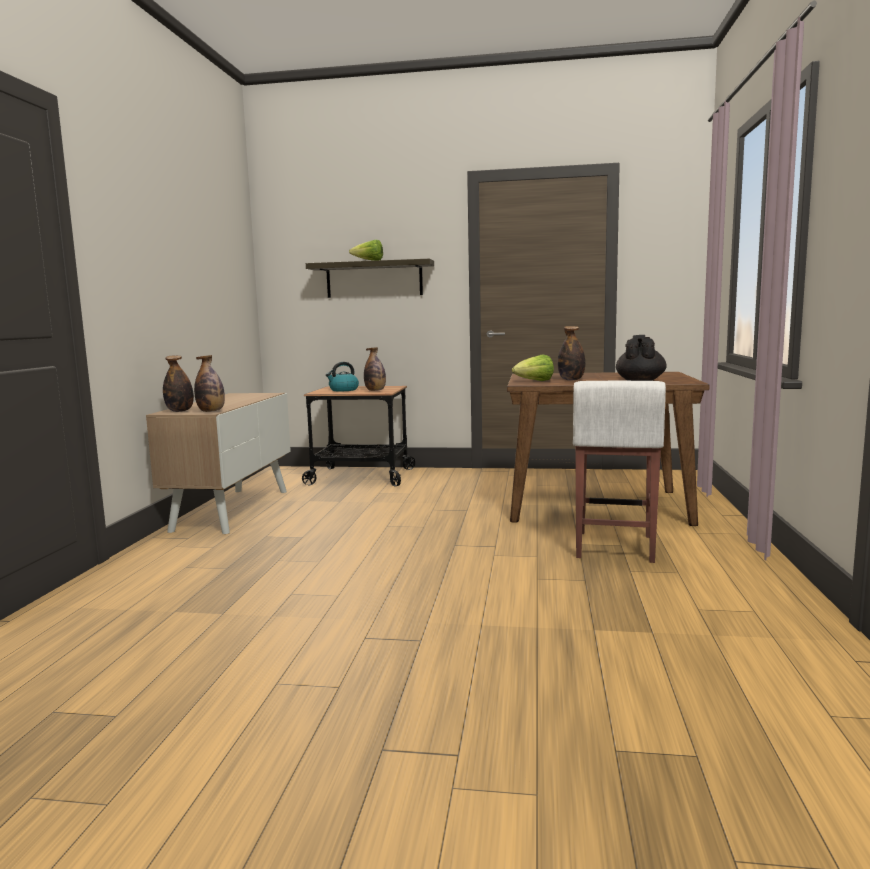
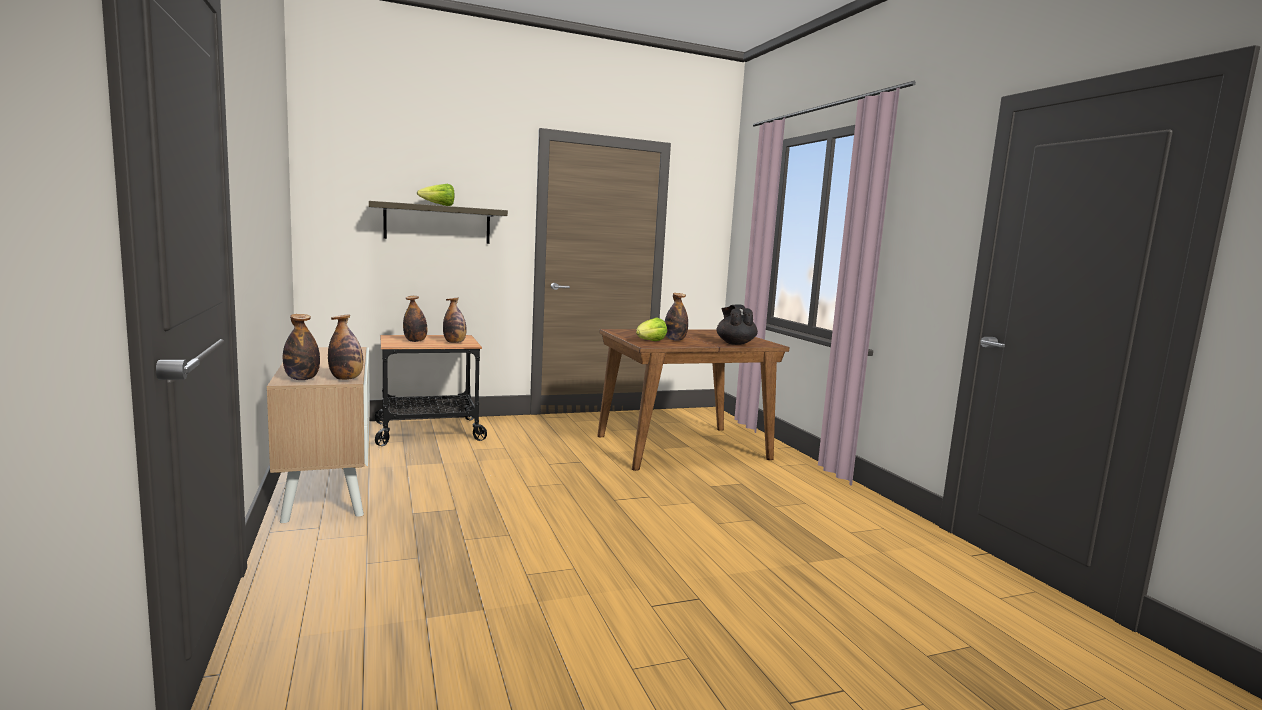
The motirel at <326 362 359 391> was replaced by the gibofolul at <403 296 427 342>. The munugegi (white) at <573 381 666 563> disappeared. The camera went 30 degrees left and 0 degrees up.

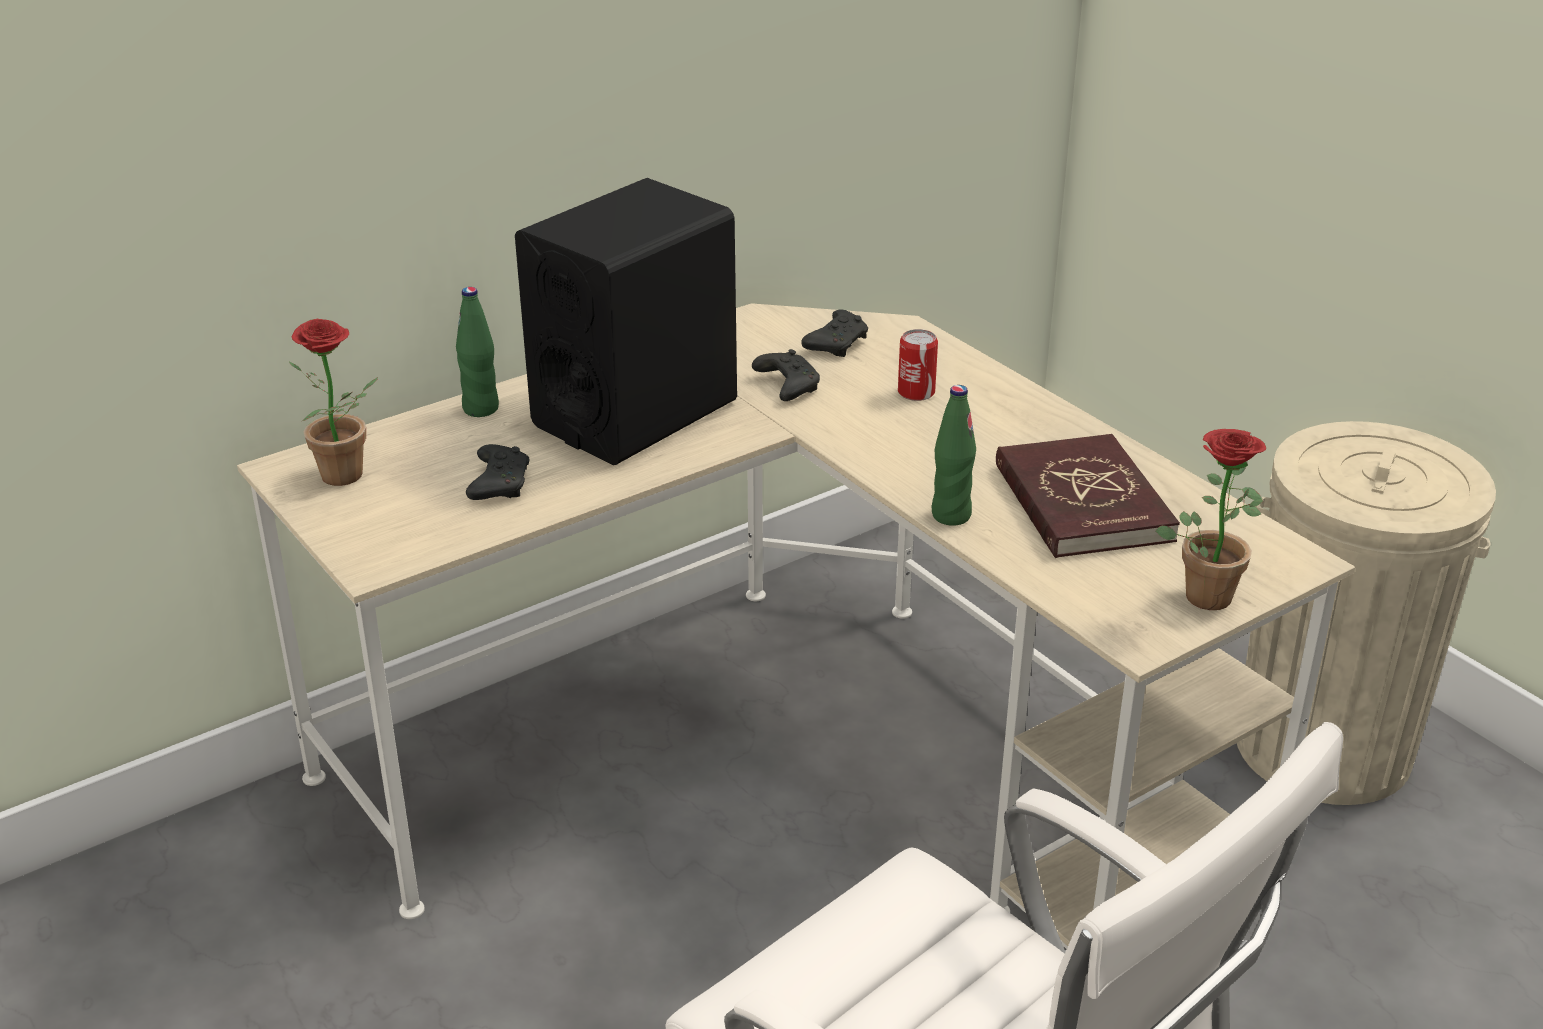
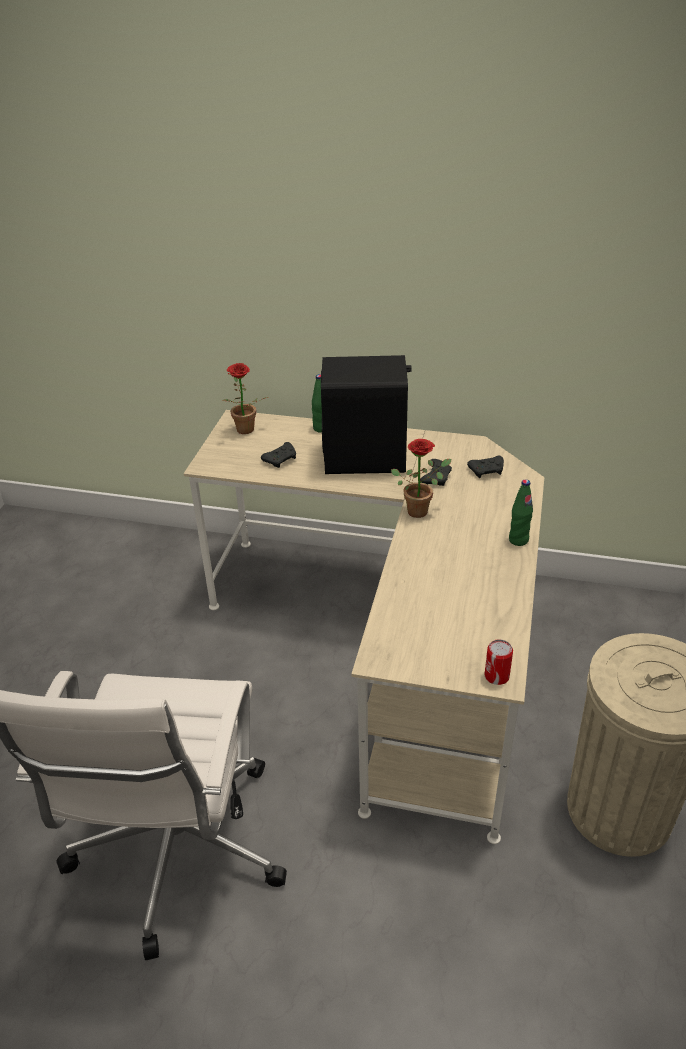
The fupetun moved from <898 329 938 401> to <484 639 513 685>. The gibofolul (green) moved from <931 385 976 526> to <509 479 533 546>. The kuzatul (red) at <996 434 1180 558> disappeared. The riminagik moved from <1156 429 1266 610> to <391 439 452 518>. The camera went 50 degrees right and 5 degrees up.

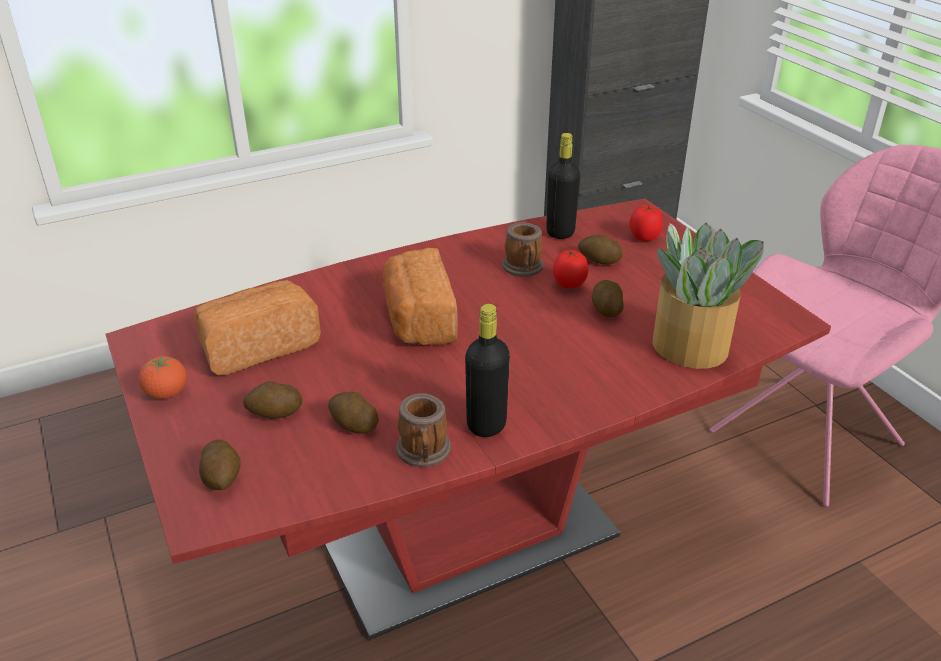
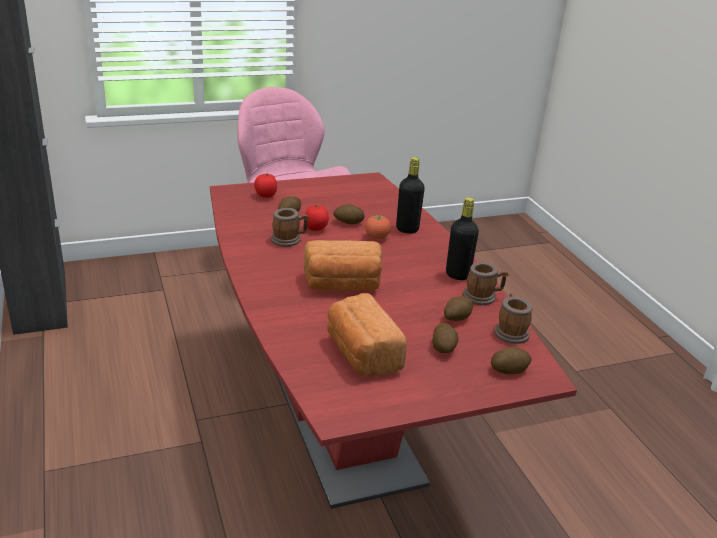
The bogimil moved from <139 355 187 399> to <365 215 391 239>. The gibofolul (black) moved from <546 133 580 239> to <396 157 425 234>. The riminagik at <653 223 764 369> disappeared. The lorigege at <494 293 532 344> appeared. The camera went 85 degrees left and 5 degrees down.

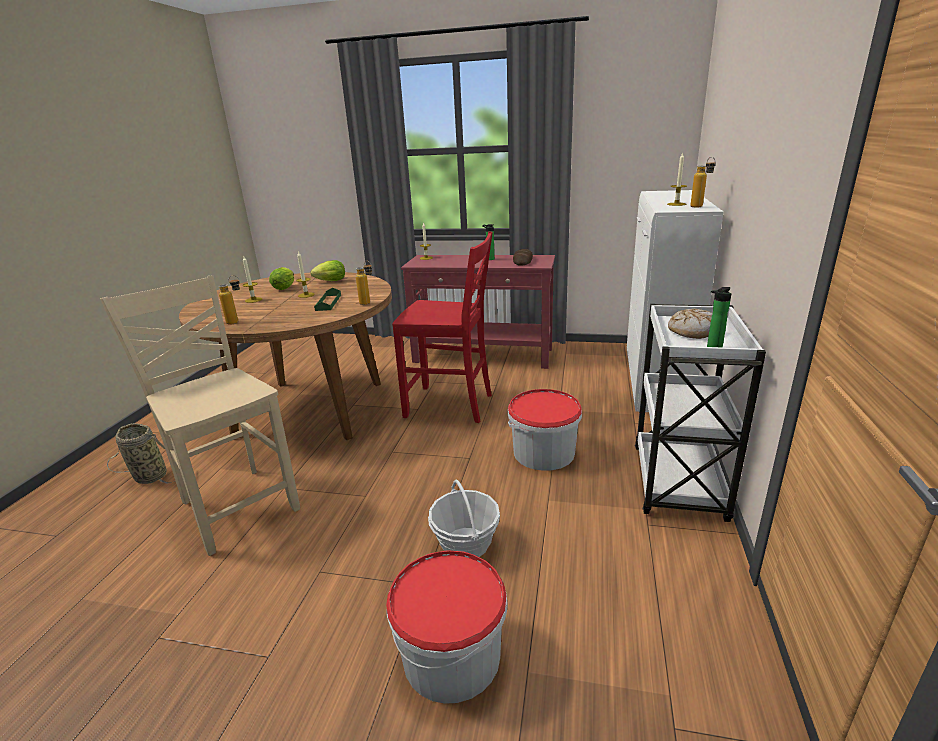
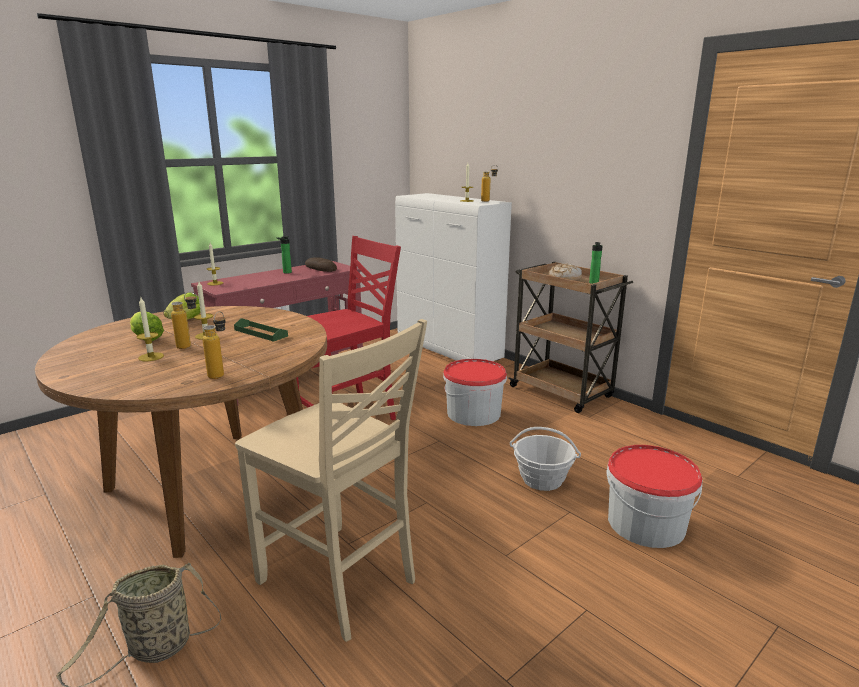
The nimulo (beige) at <100 275 300 556> turned 135 degrees counterclockwise. The gibofolul moved from <356 261 372 305> to <171 292 197 349>. The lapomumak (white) at <635 304 766 522> became the lapomumak (brown) at <508 262 633 413>. The camera went 55 degrees left and 5 degrees down.

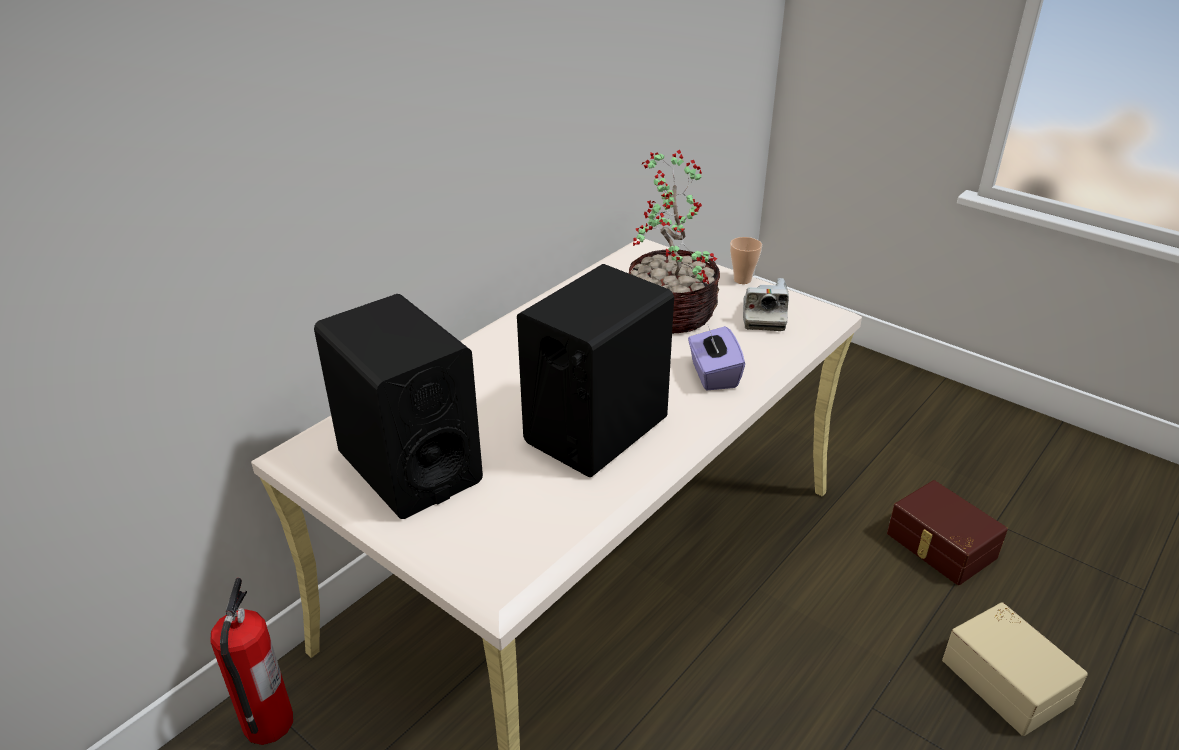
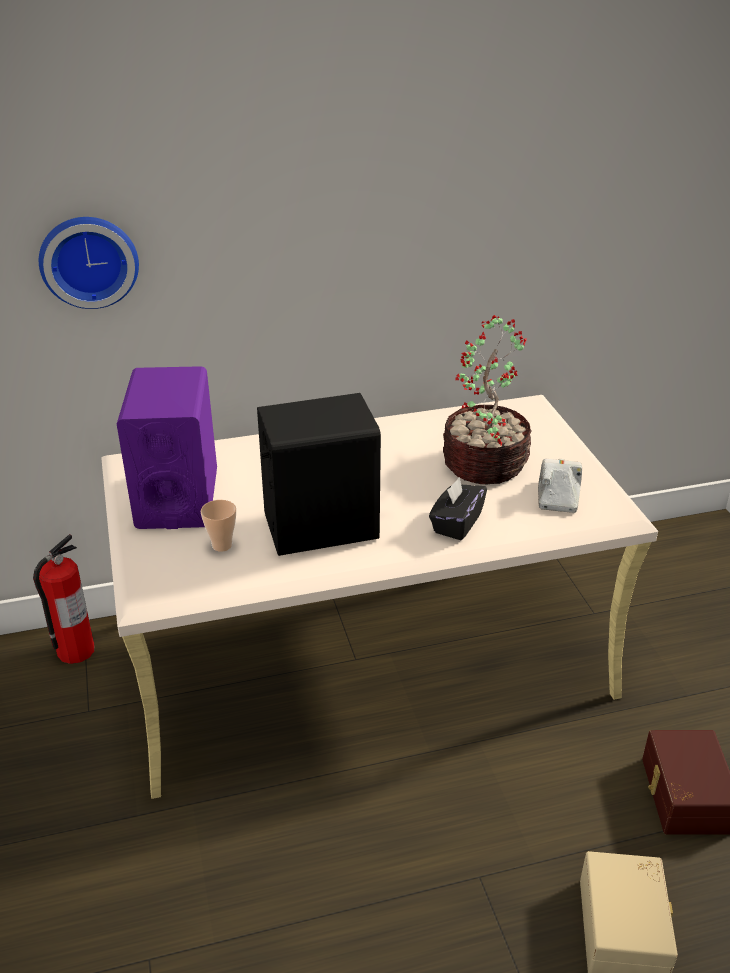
The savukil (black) at <314 294 483 519> became the savukil (purple) at <117 366 217 529>. The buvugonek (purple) at <688 326 745 390> became the buvugonek (black) at <429 477 487 540>. The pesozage moved from <730 237 762 284> to <201 500 236 552>. The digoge at <743 278 789 331> turned 150 degrees clockwise. The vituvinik at <39 217 139 309> appeared. The camera went 35 degrees right and 0 degrees up.

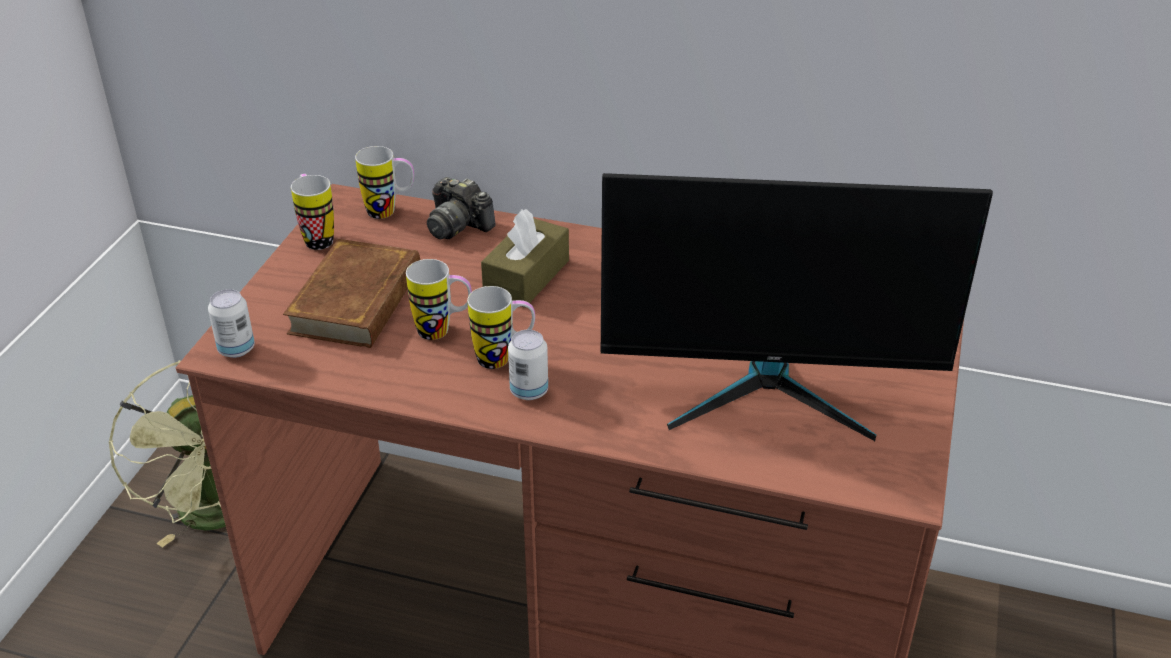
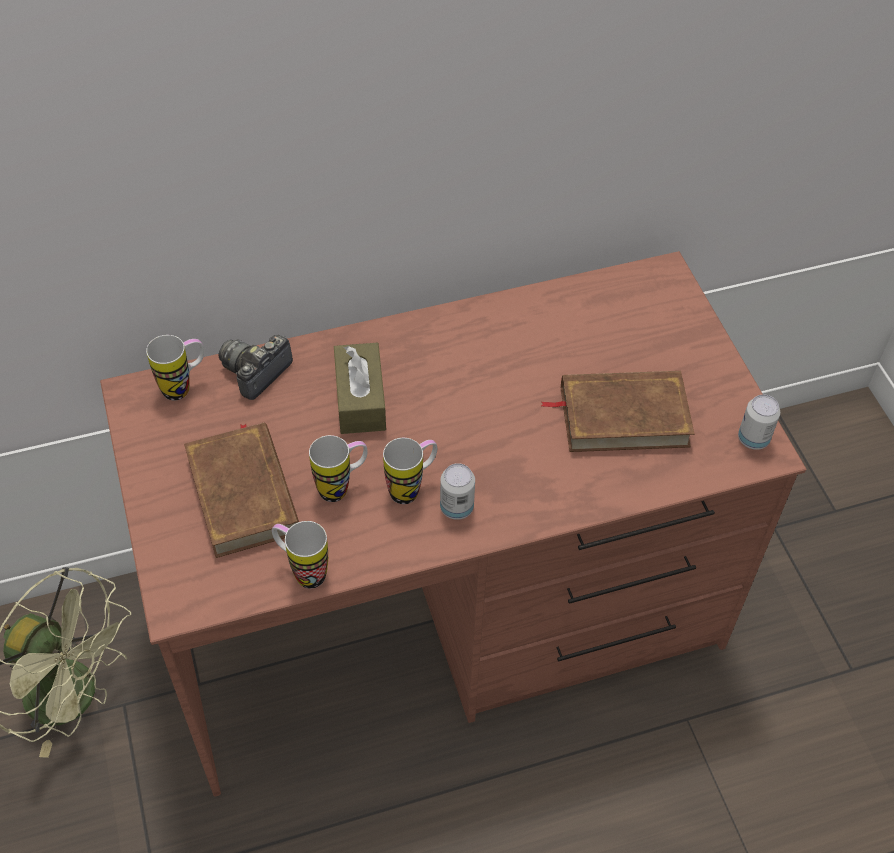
The fupetun moved from <208 289 255 358> to <738 395 780 450>. The lorigege moved from <291 174 334 250> to <272 521 328 588>. The digoge at <427 177 496 240> turned 120 degrees clockwise. The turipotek at <601 173 993 441> was replaced by the kuzatul (brown) at <541 371 694 452>. The camera went 35 degrees left and 15 degrees up.

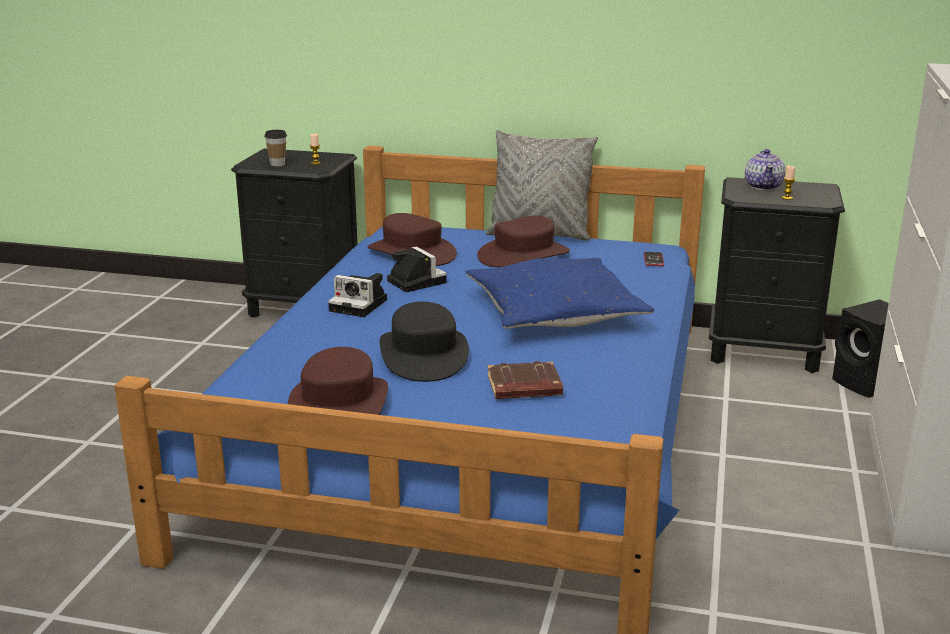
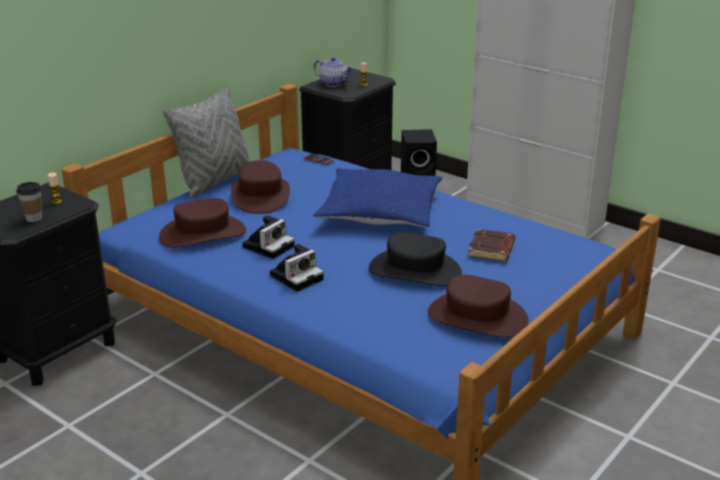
The digoge at <387 246 447 292> turned 135 degrees clockwise. The camera went 65 degrees left and 5 degrees up.

